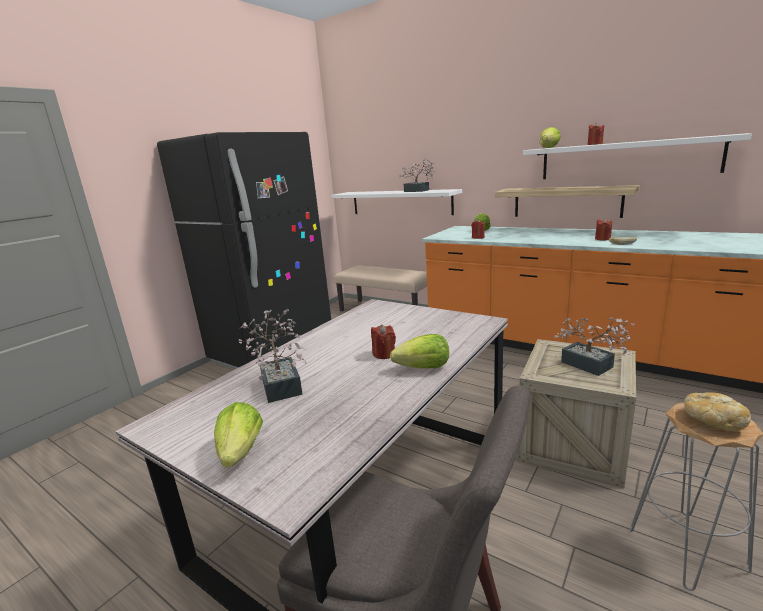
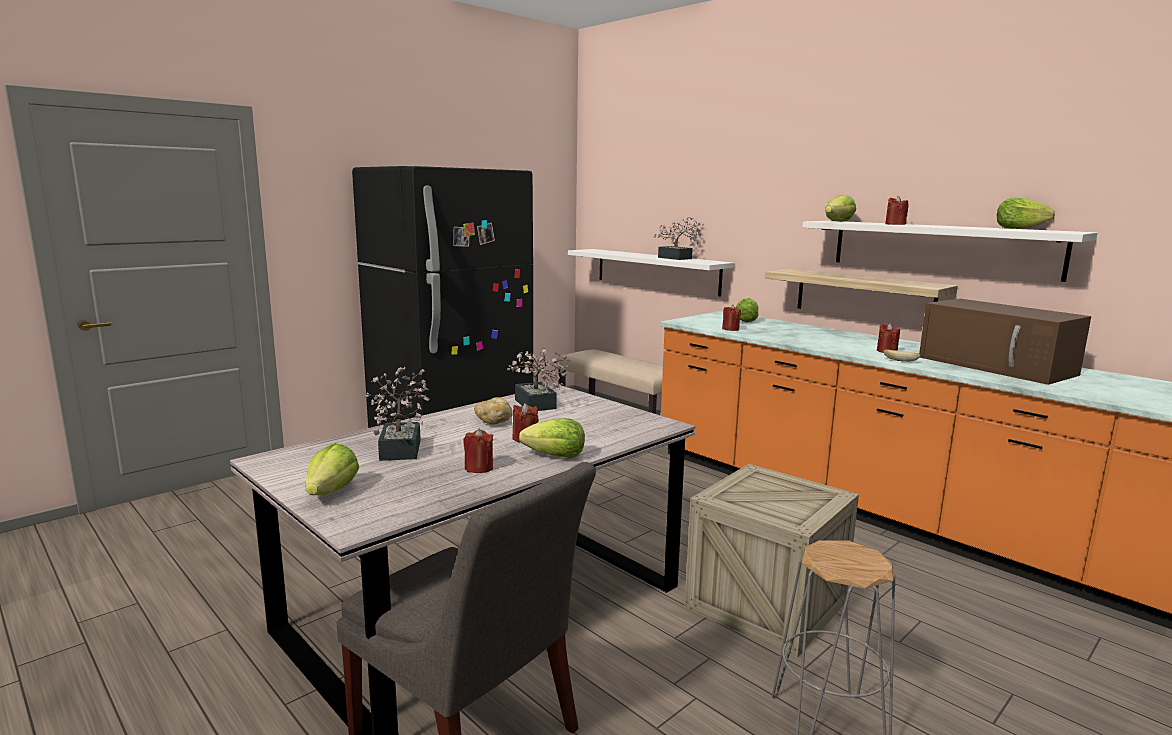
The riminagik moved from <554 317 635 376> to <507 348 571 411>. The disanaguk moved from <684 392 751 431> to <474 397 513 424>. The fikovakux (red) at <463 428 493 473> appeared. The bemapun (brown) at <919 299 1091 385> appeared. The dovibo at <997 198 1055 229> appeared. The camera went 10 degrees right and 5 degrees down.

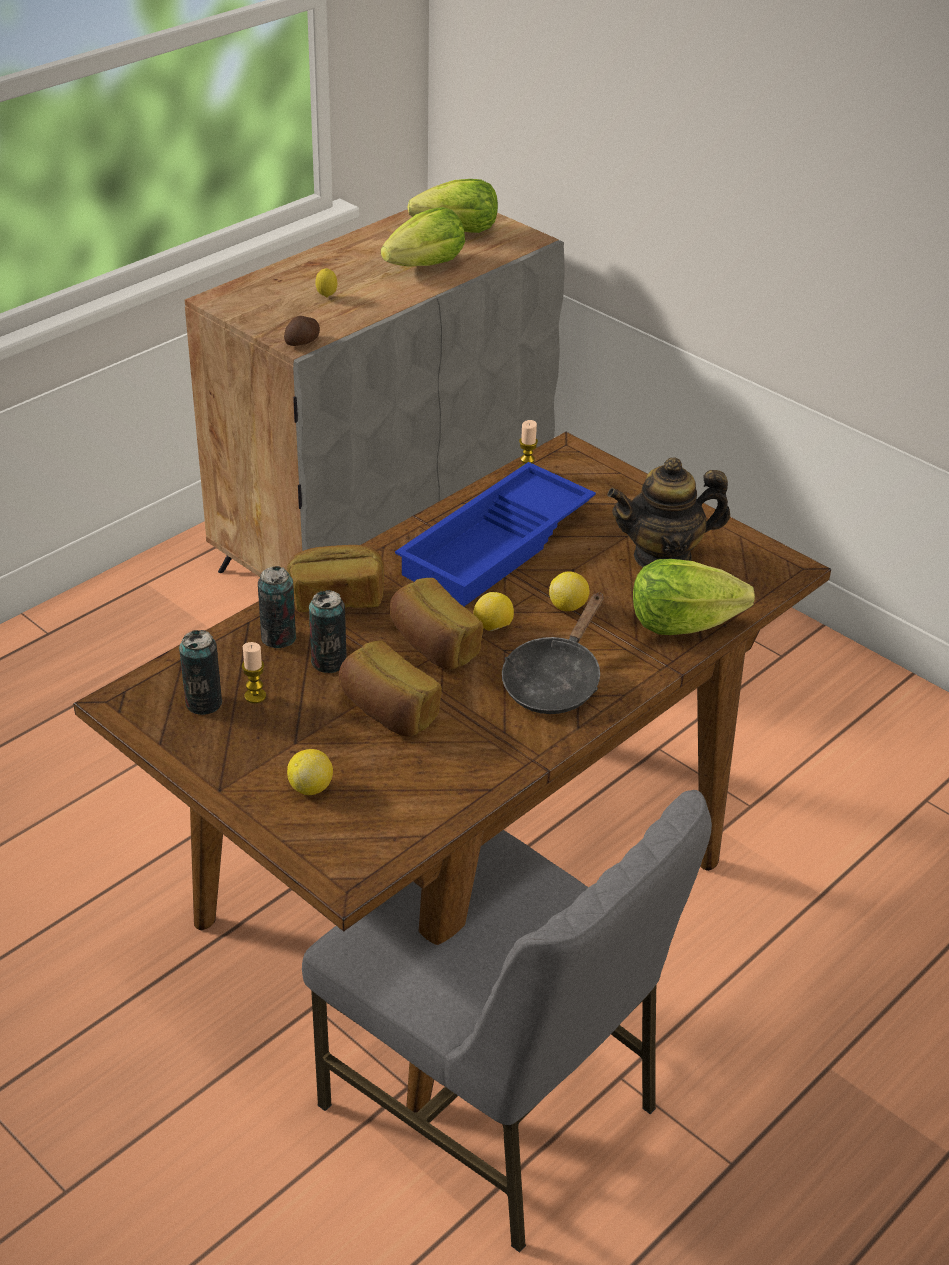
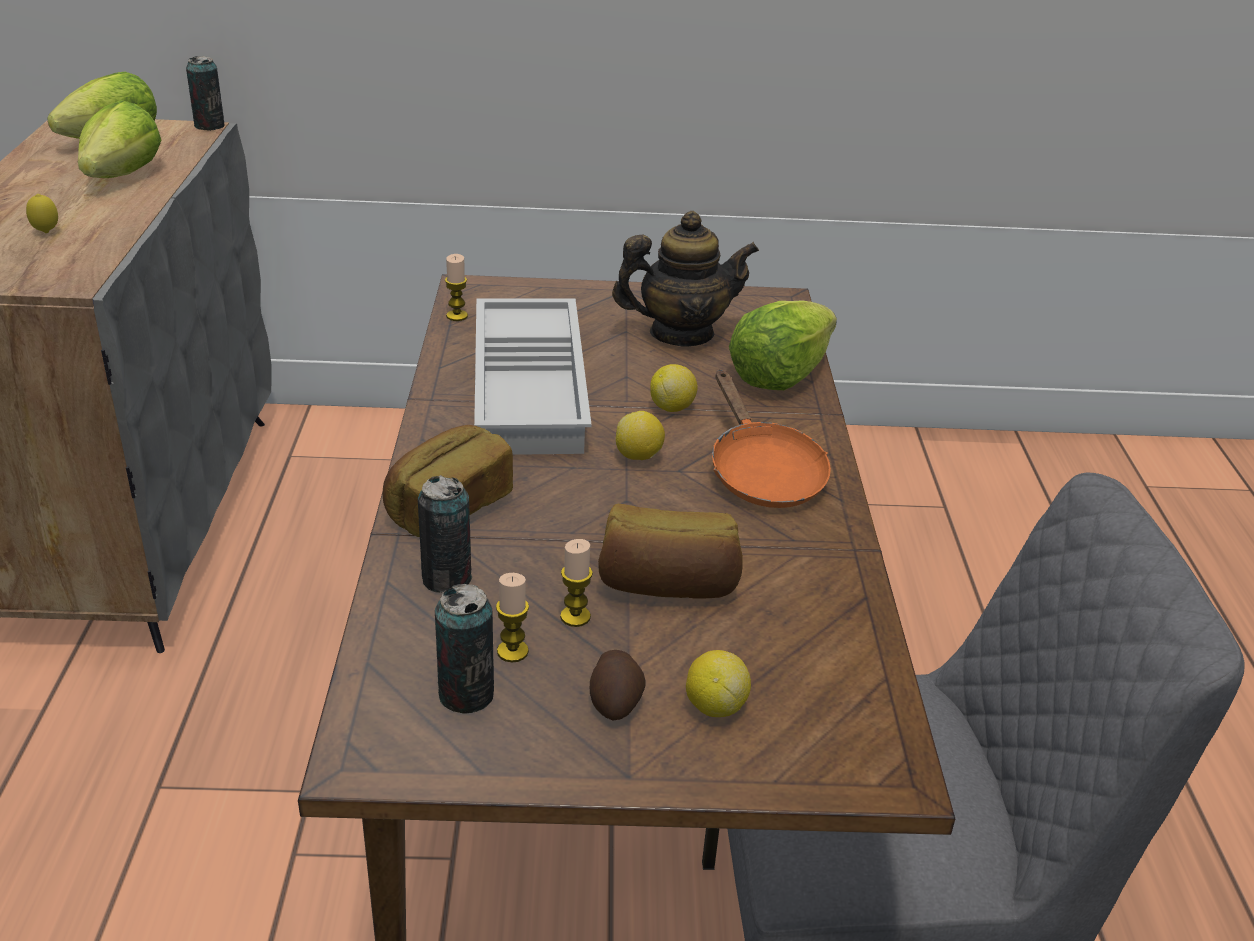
The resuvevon moved from <284 316 320 346> to <590 650 646 721>. The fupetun moved from <309 590 347 673> to <186 56 224 131>. The disanaguk at <389 578 483 670> disappeared. The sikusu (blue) at <395 462 596 606> became the sikusu (white) at <474 298 592 455>. The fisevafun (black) at <502 593 603 714> became the fisevafun (orange) at <712 370 831 508>. The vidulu at <607 457 730 568> turned 135 degrees counterclockwise. The fikovakux at <560 539 593 627> appeared. The camera went 45 degrees left and 5 degrees down.

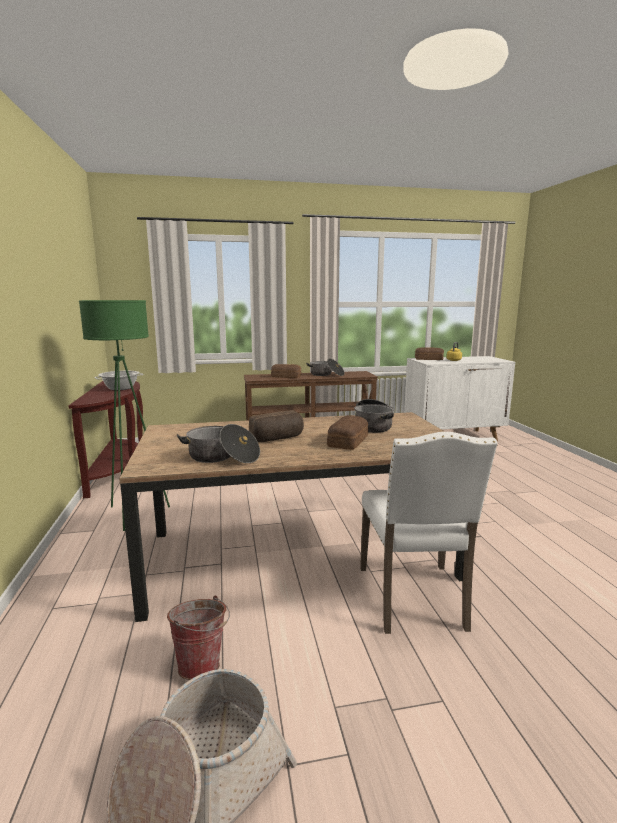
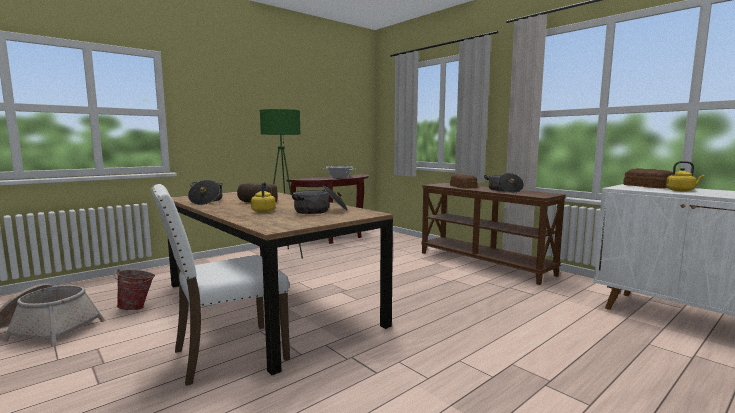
The disanaguk at <327 415 368 450> was replaced by the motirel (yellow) at <251 181 276 212>. The camera went 60 degrees right and 5 degrees down.

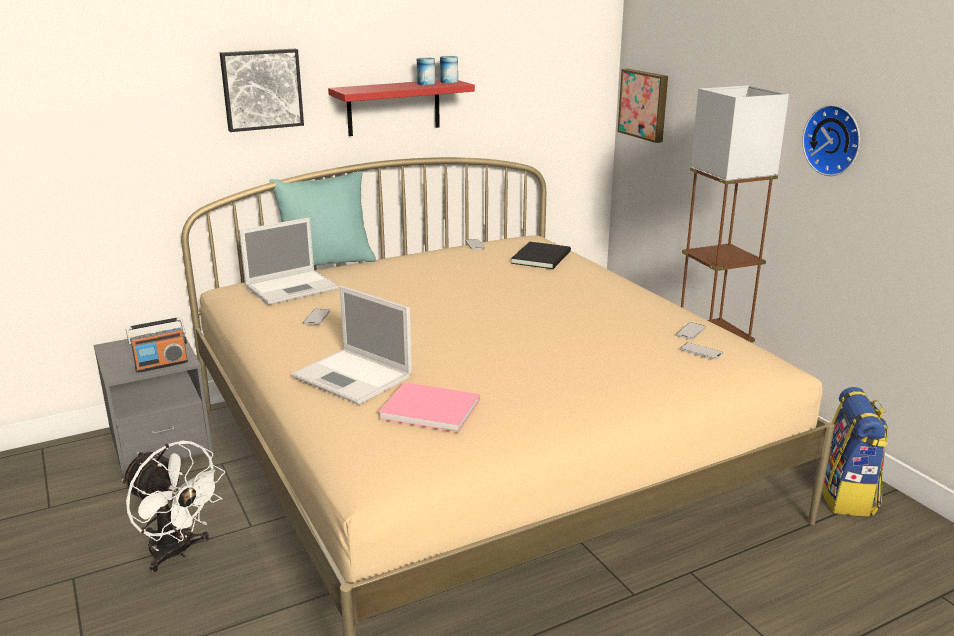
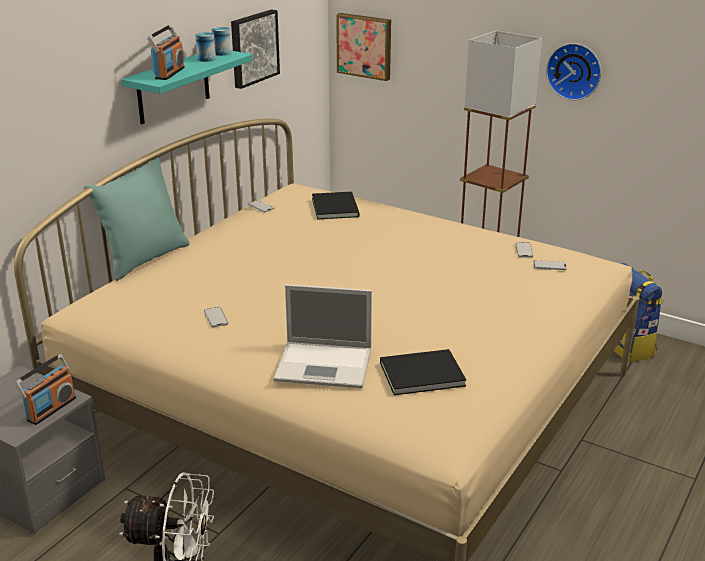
The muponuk moved from <220 49 304 132> to <231 9 280 89>. The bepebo at <239 217 339 305> disappeared. The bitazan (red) at <328 80 475 136> became the bitazan (turquoise) at <121 51 253 124>. The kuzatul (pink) at <379 382 480 433> became the kuzatul (black) at <380 349 466 395>. The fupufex at <147 25 185 80> appeared. The camera went 30 degrees left and 5 degrees up.

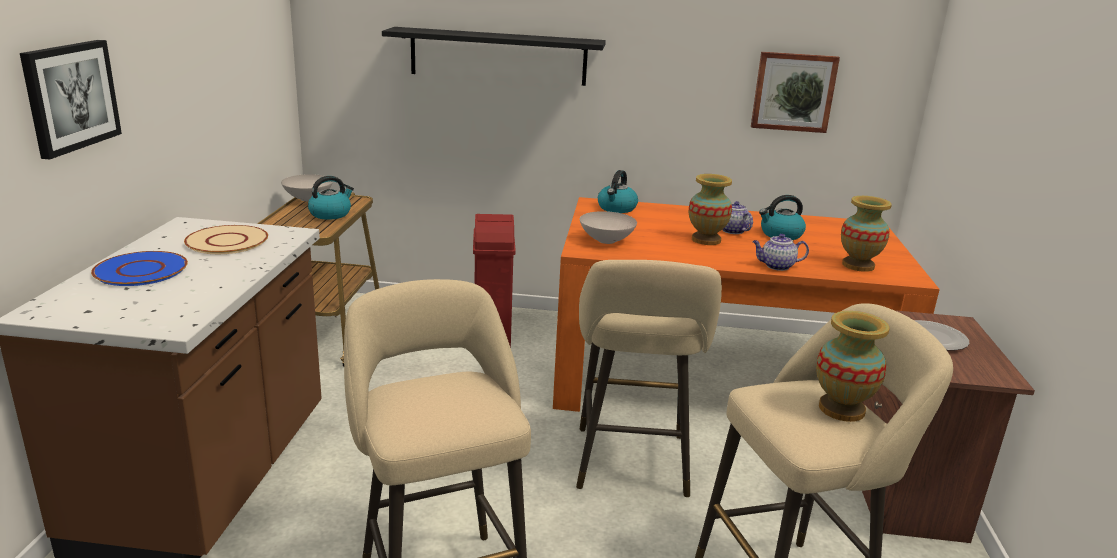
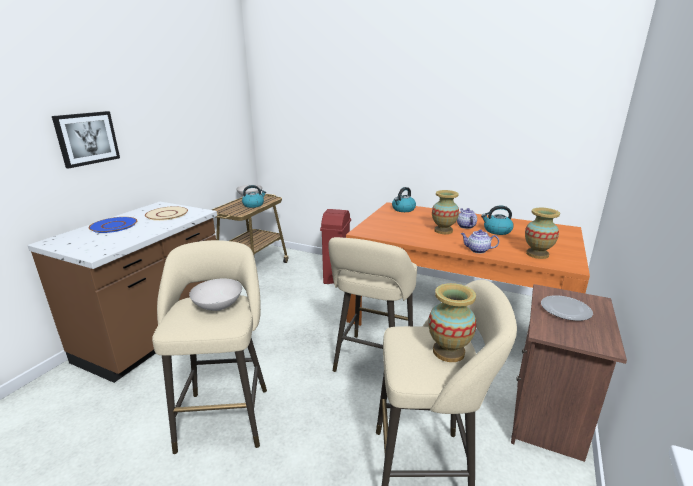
The bitazan (black) at <382 27 606 86> disappeared. The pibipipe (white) moved from <580 211 637 244> to <189 279 242 311>. The muponuk at <751 52 840 133> disappeared. The camera went 20 degrees right and 0 degrees up.

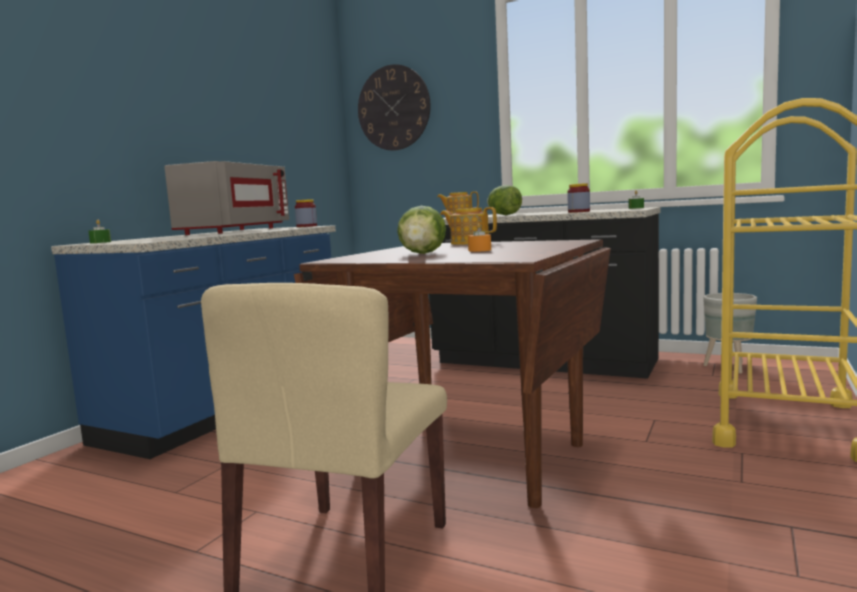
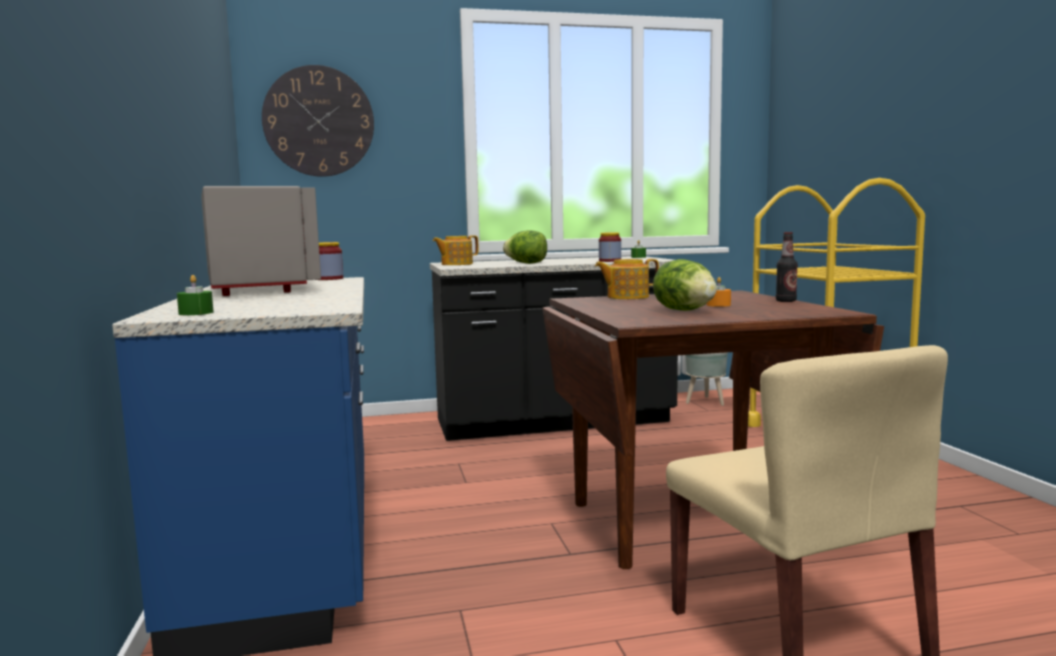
The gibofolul at <776 232 798 302> appeared. The camera went 40 degrees left and 0 degrees up.

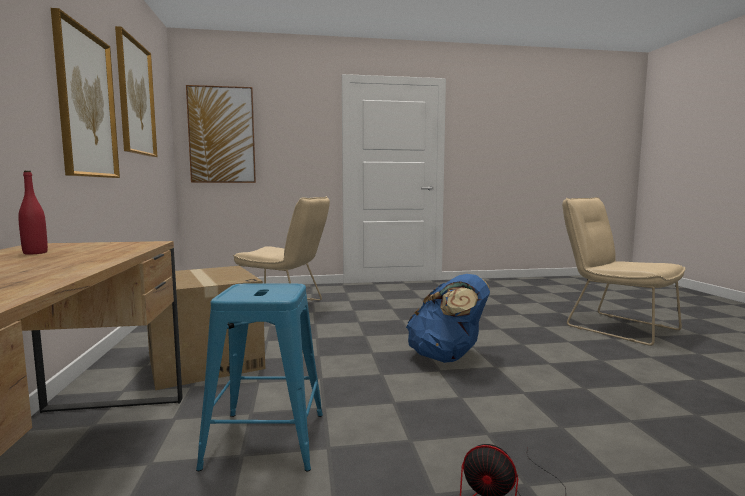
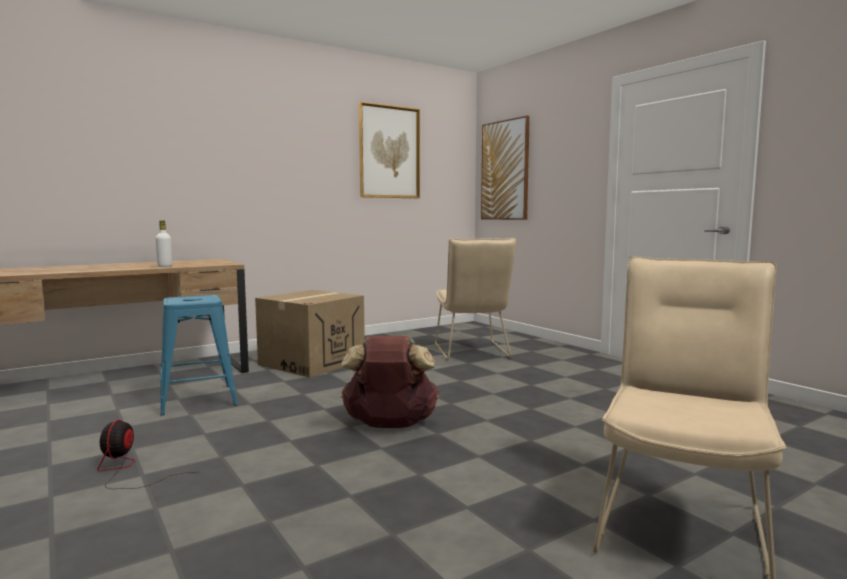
The gibofolul (red) at <18 171 48 254> disappeared. The muponuk at <51 8 120 178> disappeared. The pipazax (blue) at <406 274 490 363> became the pipazax (brown) at <341 336 440 428>. The gibofolul (white) at <155 220 172 267> appeared. The camera went 65 degrees right and 0 degrees up.

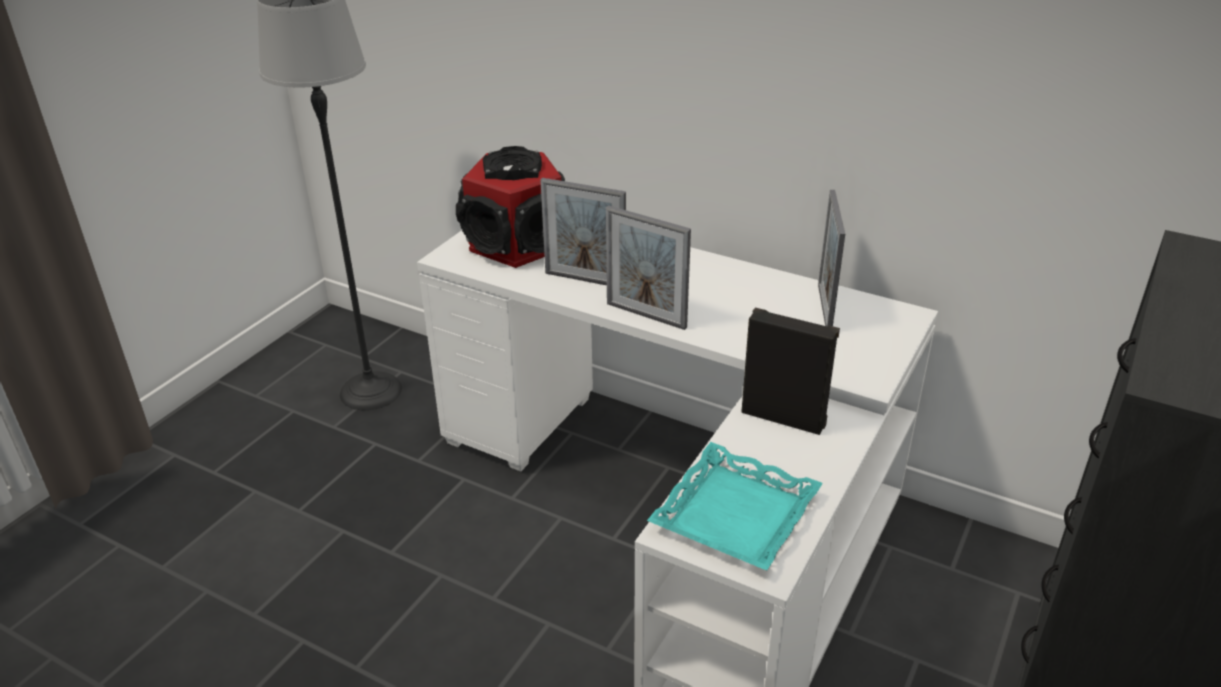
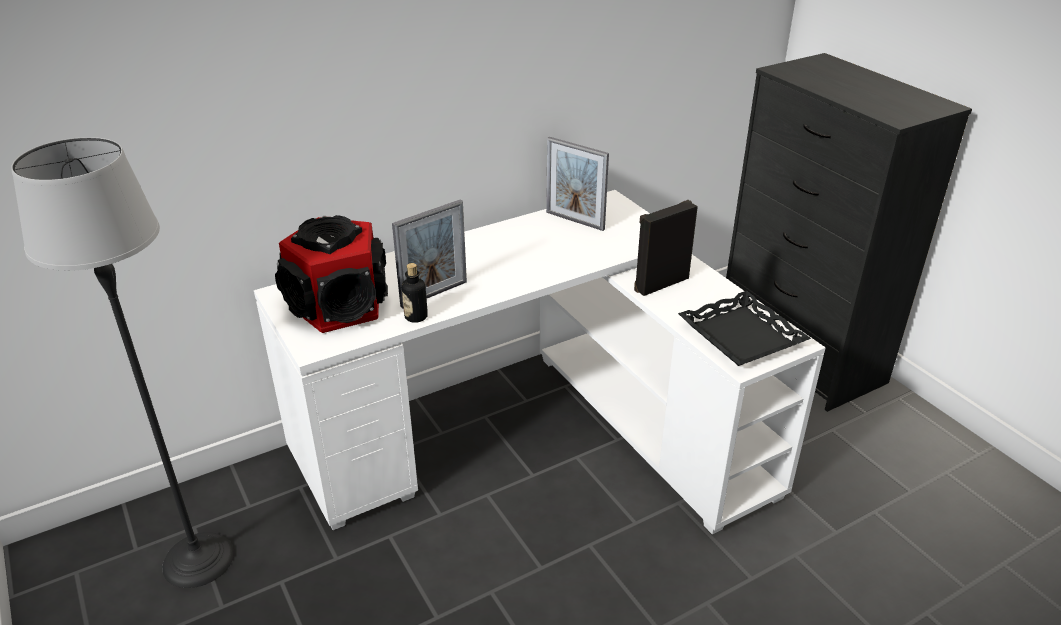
The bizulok at <606 205 691 330> disappeared. The sikusu (turquoise) at <647 442 823 571> became the sikusu (black) at <678 291 811 366>. The gibofolul at <402 263 428 323> appeared. The camera went 60 degrees left and 0 degrees up.

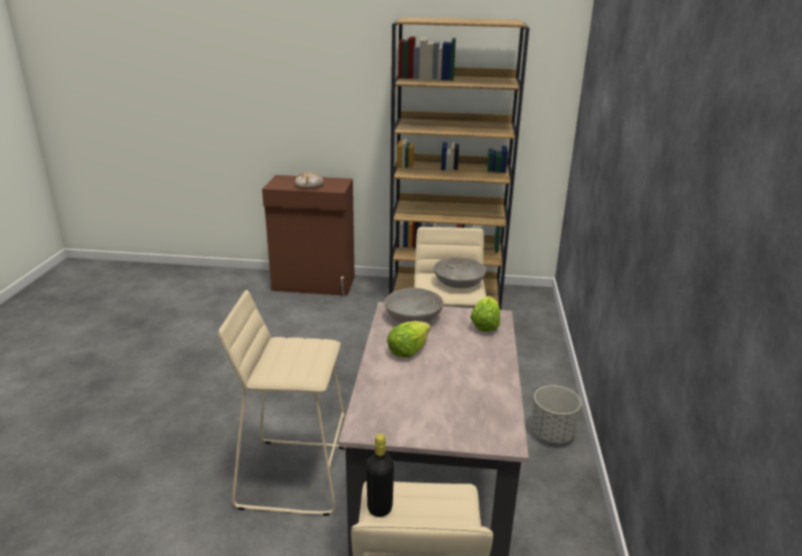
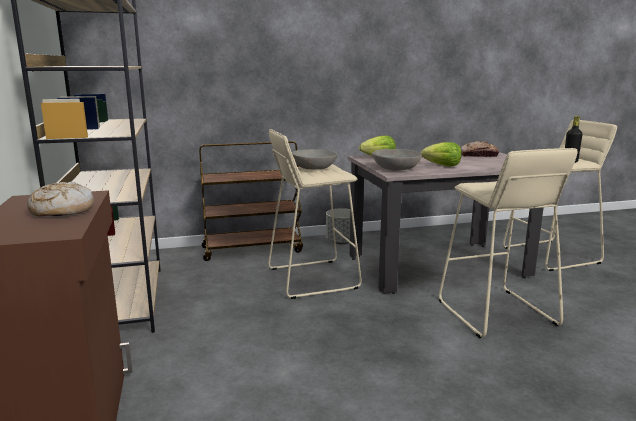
The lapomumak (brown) at <199 141 303 261> appeared. The disanaguk at <460 141 499 157> appeared. The camera went 110 degrees left and 10 degrees down.

